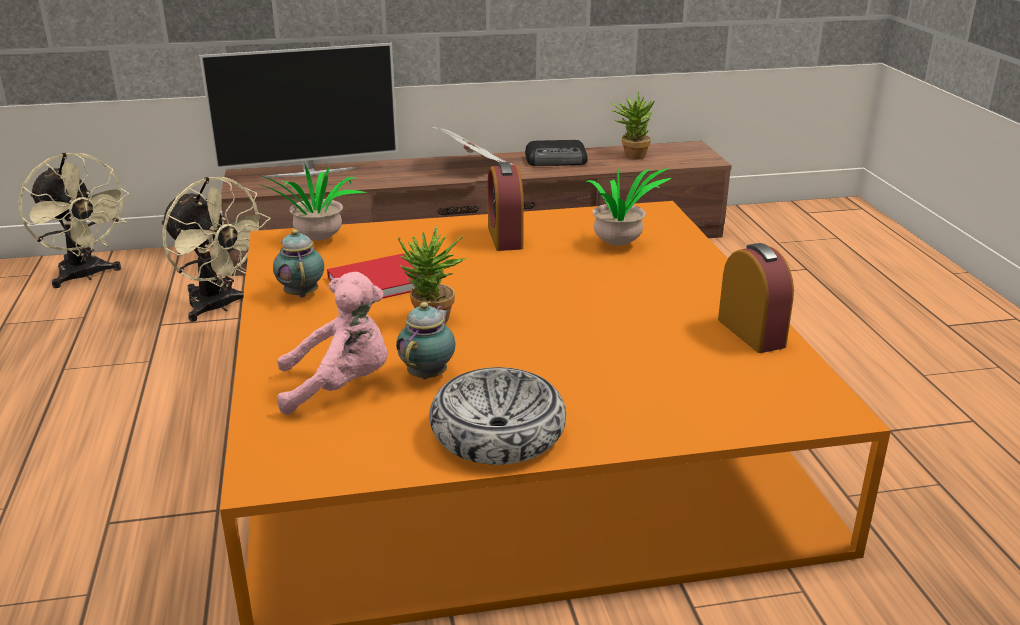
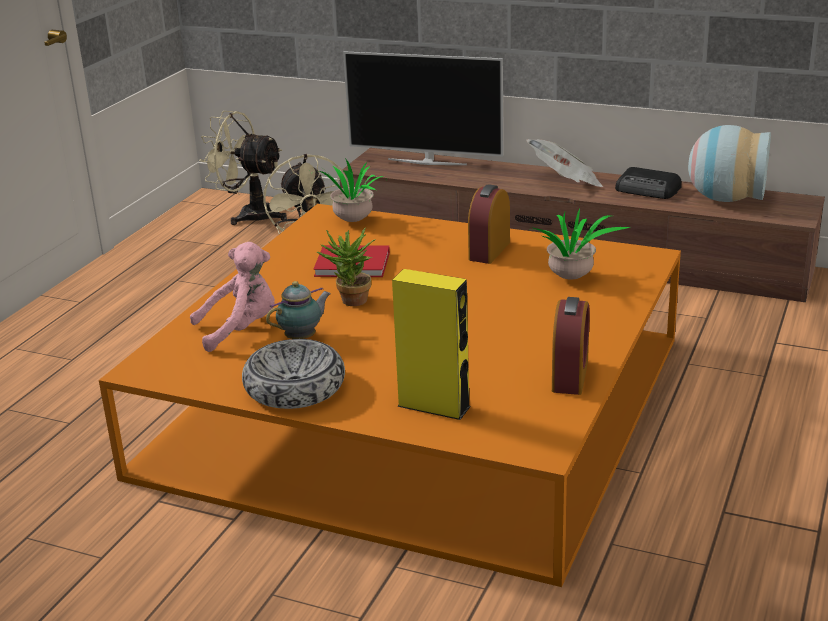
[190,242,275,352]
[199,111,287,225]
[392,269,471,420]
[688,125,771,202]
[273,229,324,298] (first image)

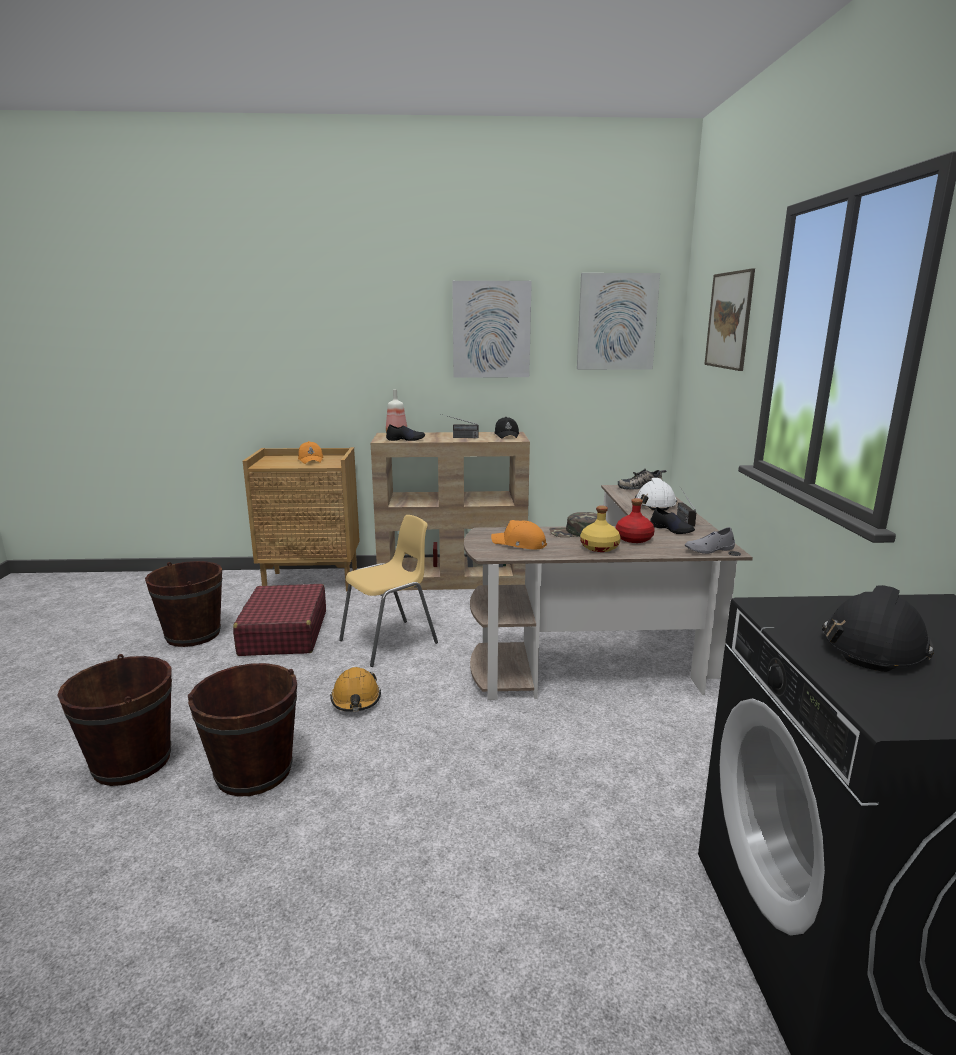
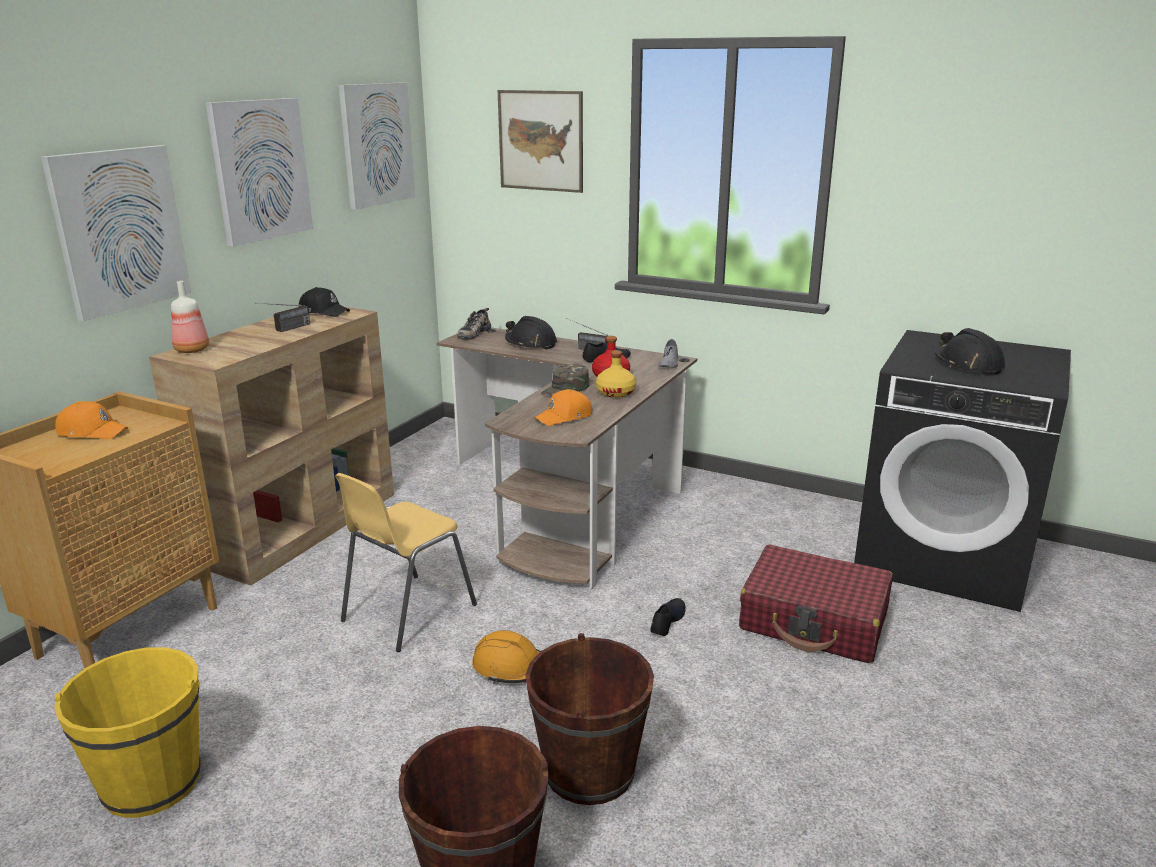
[41,145,191,321]
[54,647,201,818]
[335,473,477,652]
[505,316,557,350]
[650,598,686,636]
[739,544,893,663]

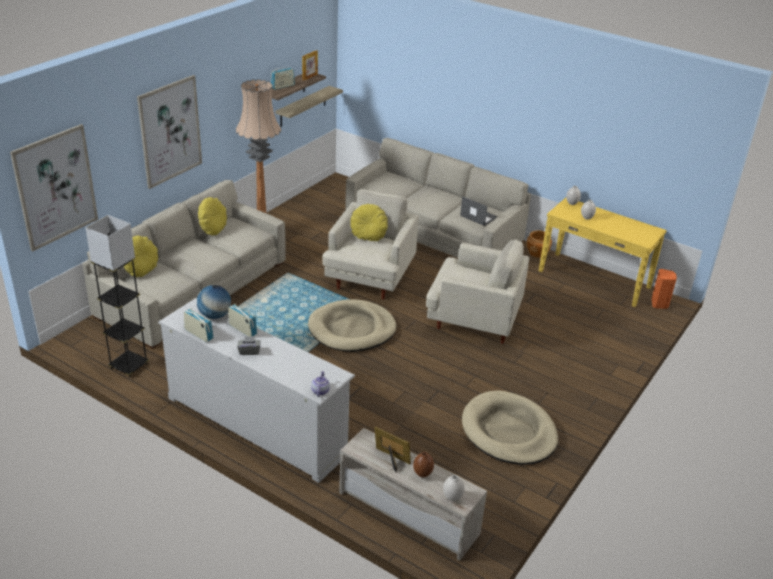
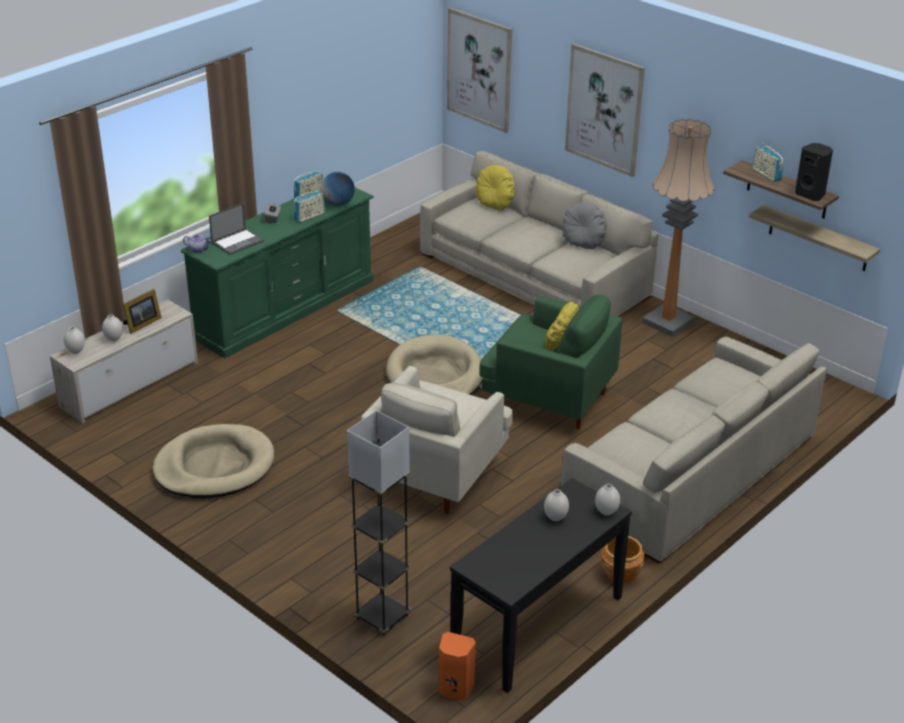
[102,314,123,341]
[181,188,374,358]
[209,203,264,255]
[347,411,411,636]
[450,478,632,693]
[480,294,623,429]
[562,202,606,249]
[795,143,833,201]

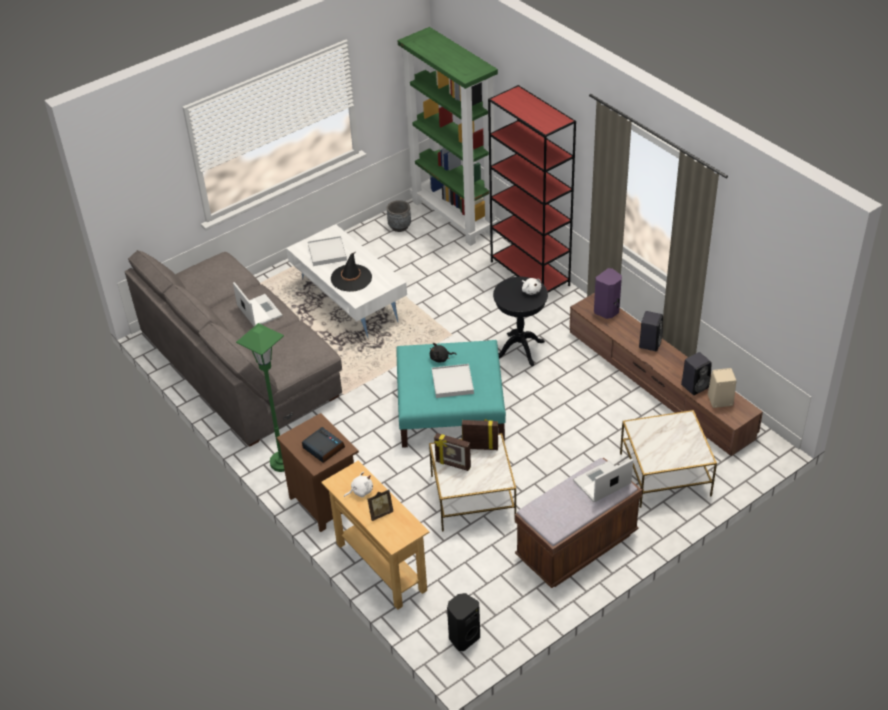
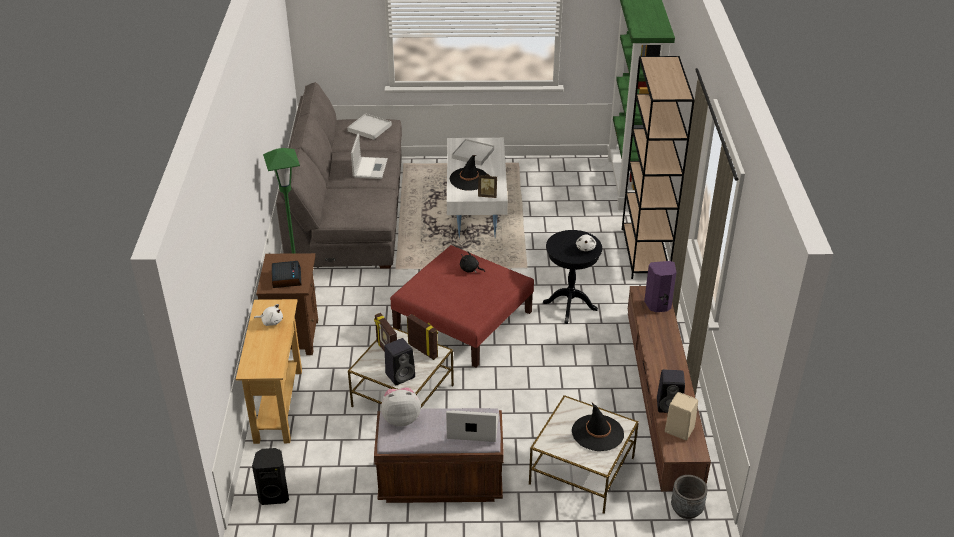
[347,113,392,140]
[381,387,421,426]
[384,338,415,385]
[390,245,534,368]
[478,174,497,198]
[572,403,624,451]
[622,56,694,279]
[671,475,708,519]

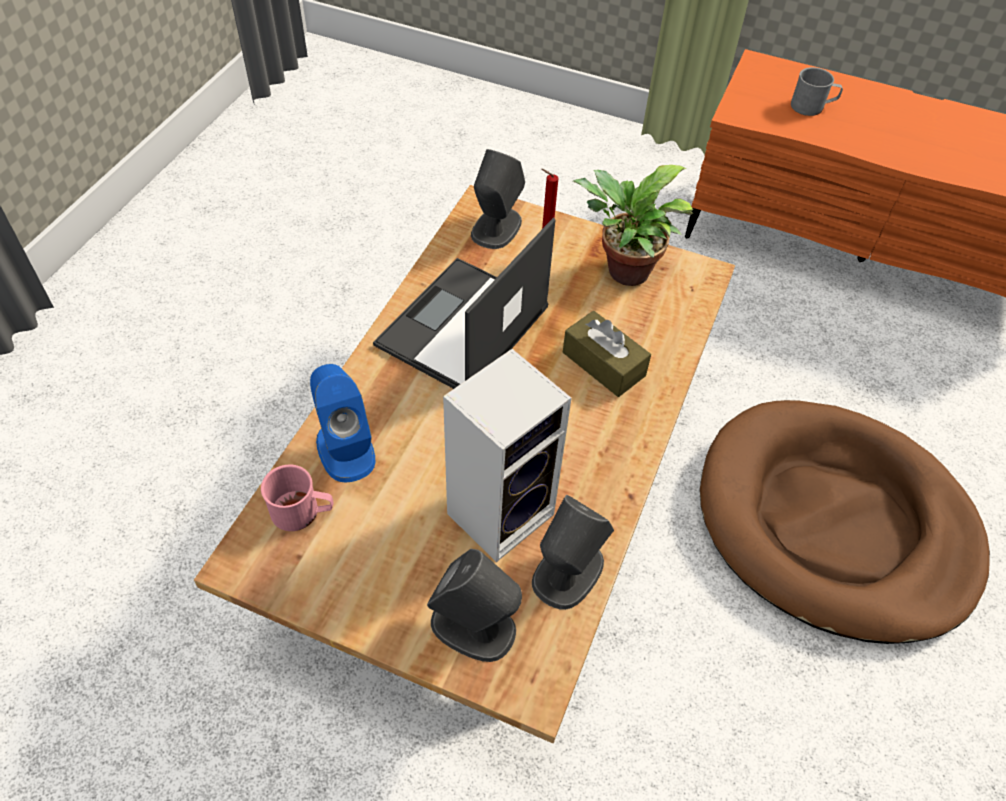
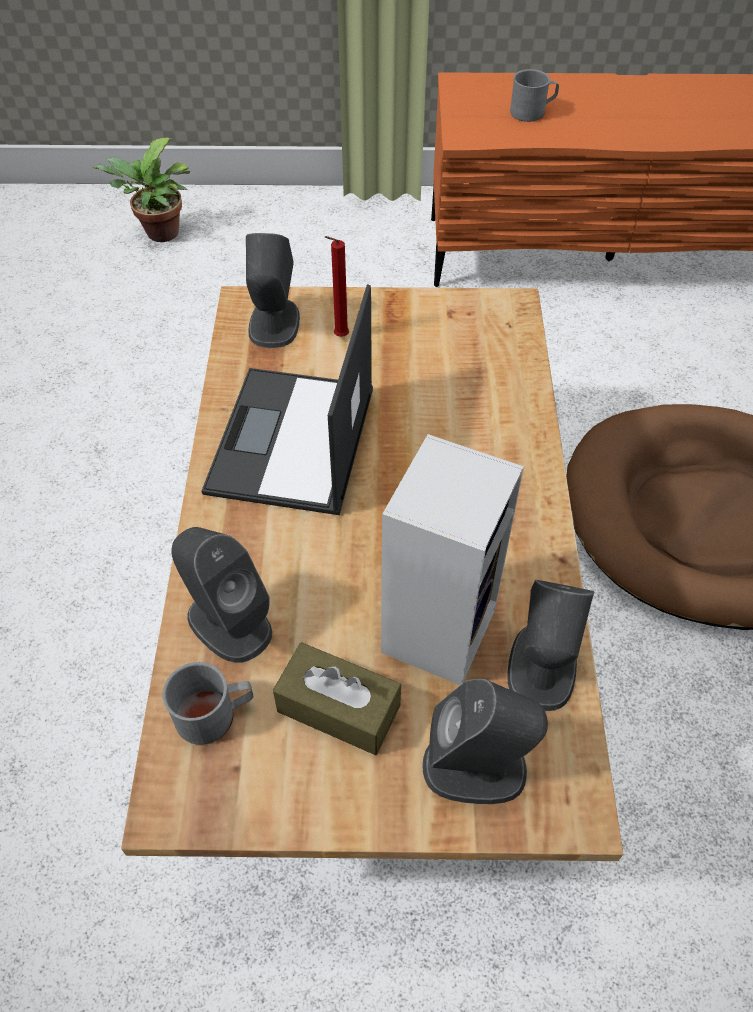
[92,137,191,242]
[162,662,253,745]
[171,527,273,663]
[273,642,401,755]

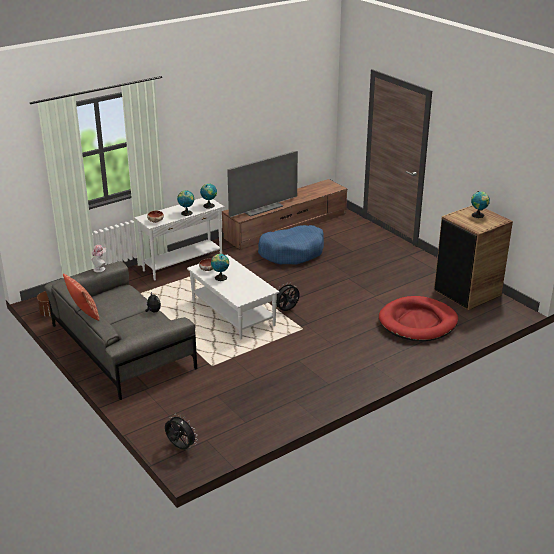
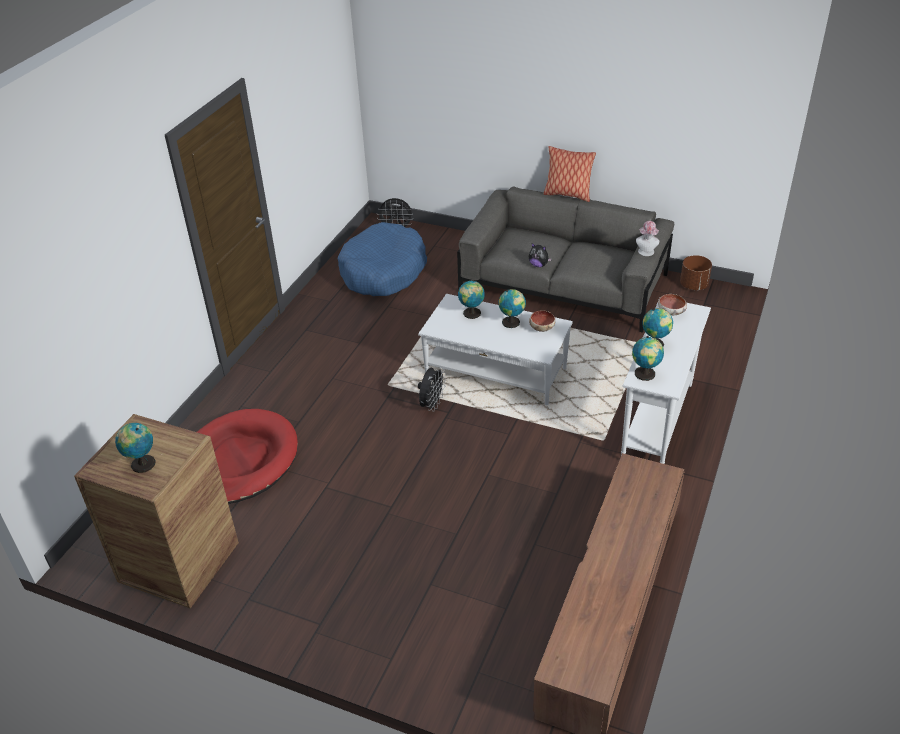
[338,222,427,296]
[458,280,485,319]
[227,151,298,217] (first image)

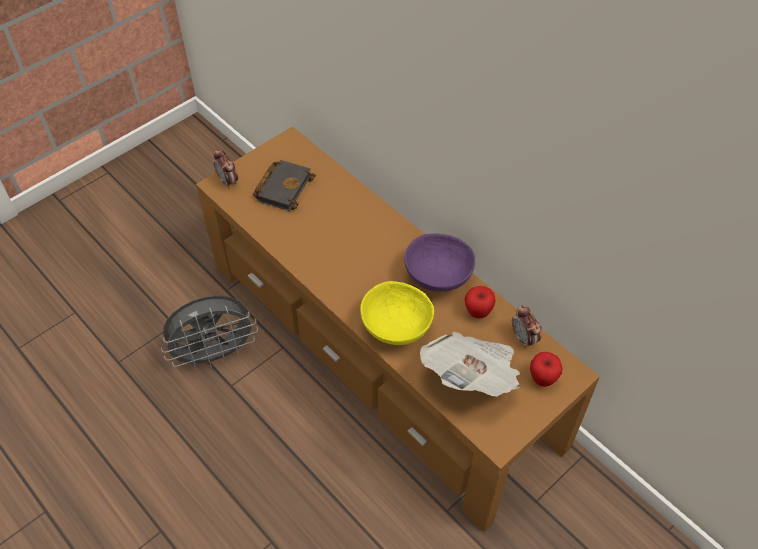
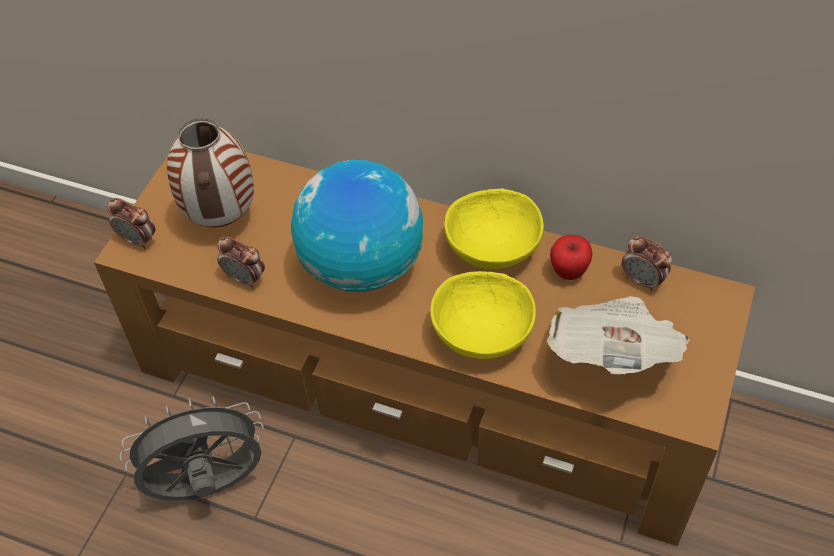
[119,396,264,501]
[167,118,254,227]
[217,236,265,289]
[291,160,423,292]
[444,188,544,269]
[530,352,562,387] (first image)

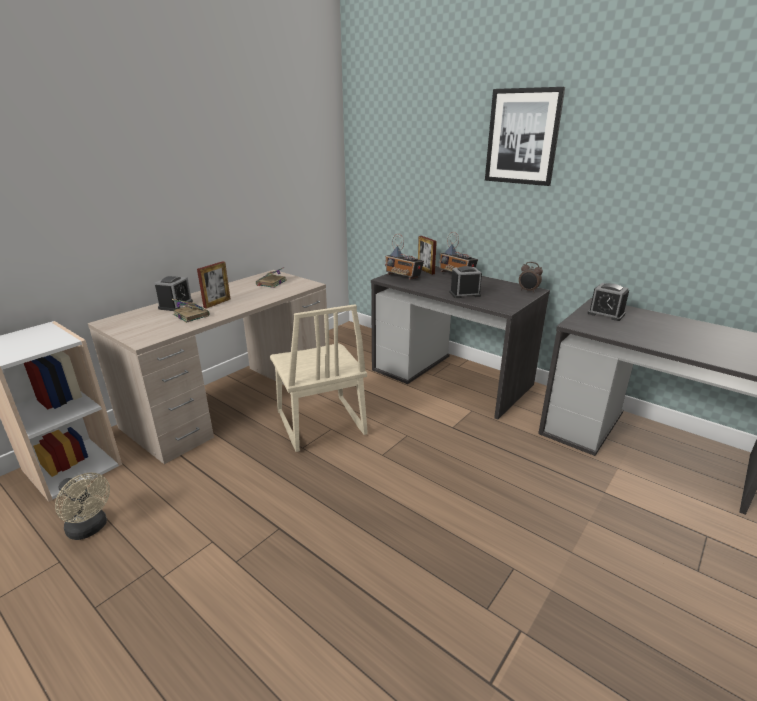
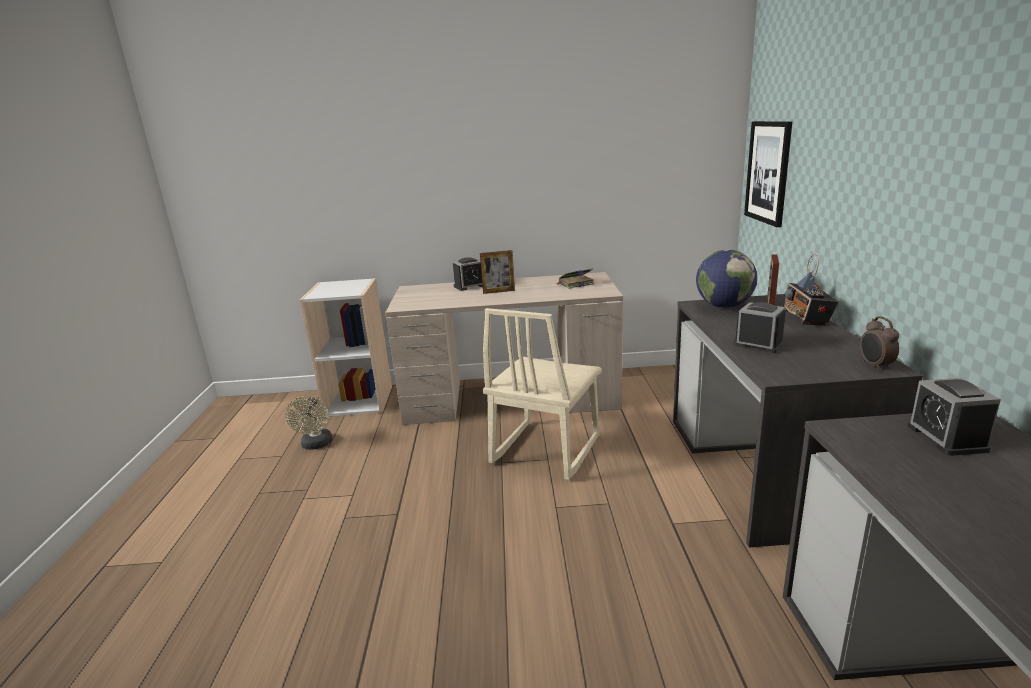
[696,249,757,308]
[744,121,792,227]
[172,299,210,323] (first image)

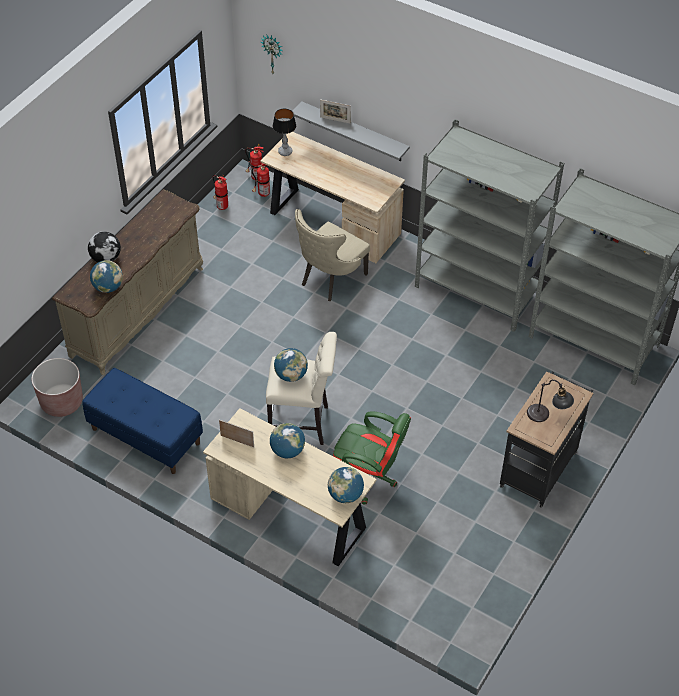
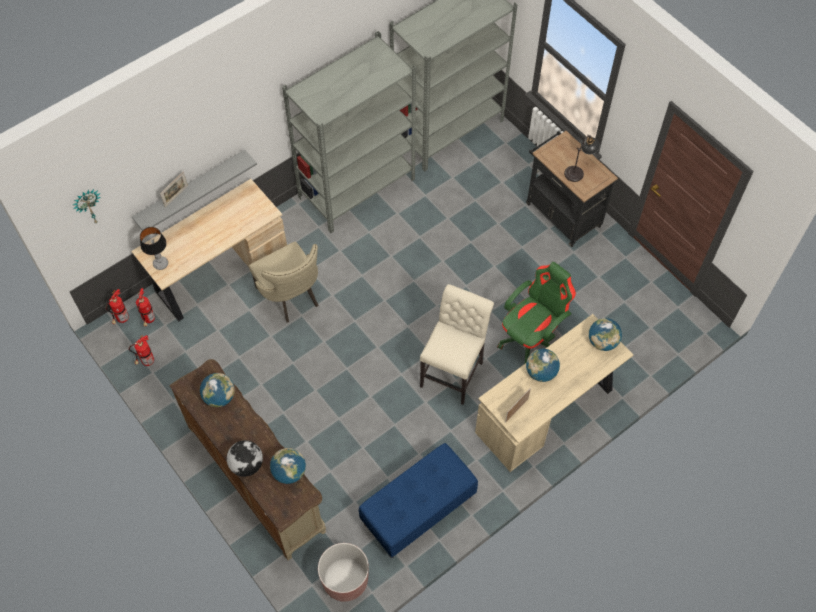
[200,373,235,407]

